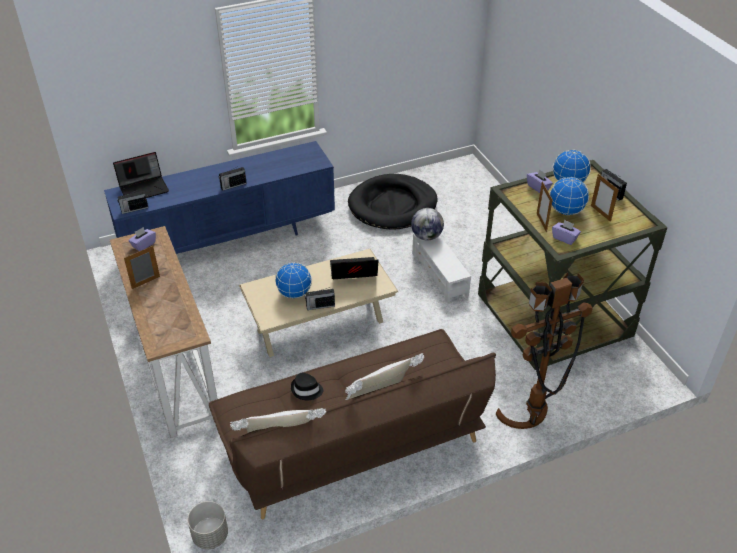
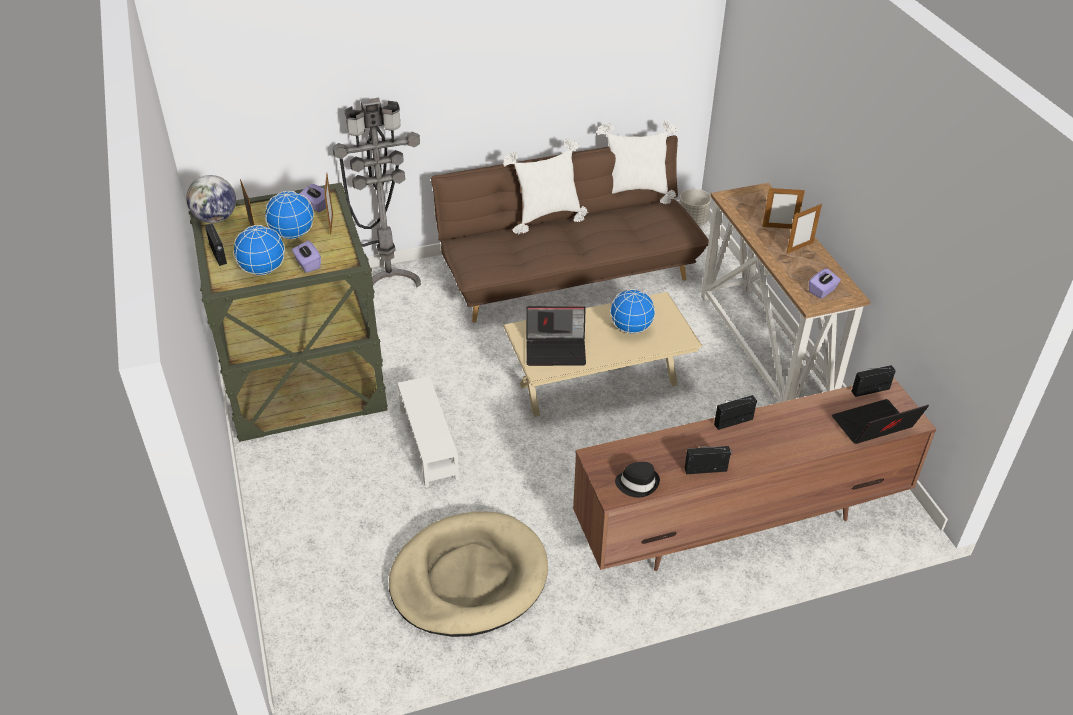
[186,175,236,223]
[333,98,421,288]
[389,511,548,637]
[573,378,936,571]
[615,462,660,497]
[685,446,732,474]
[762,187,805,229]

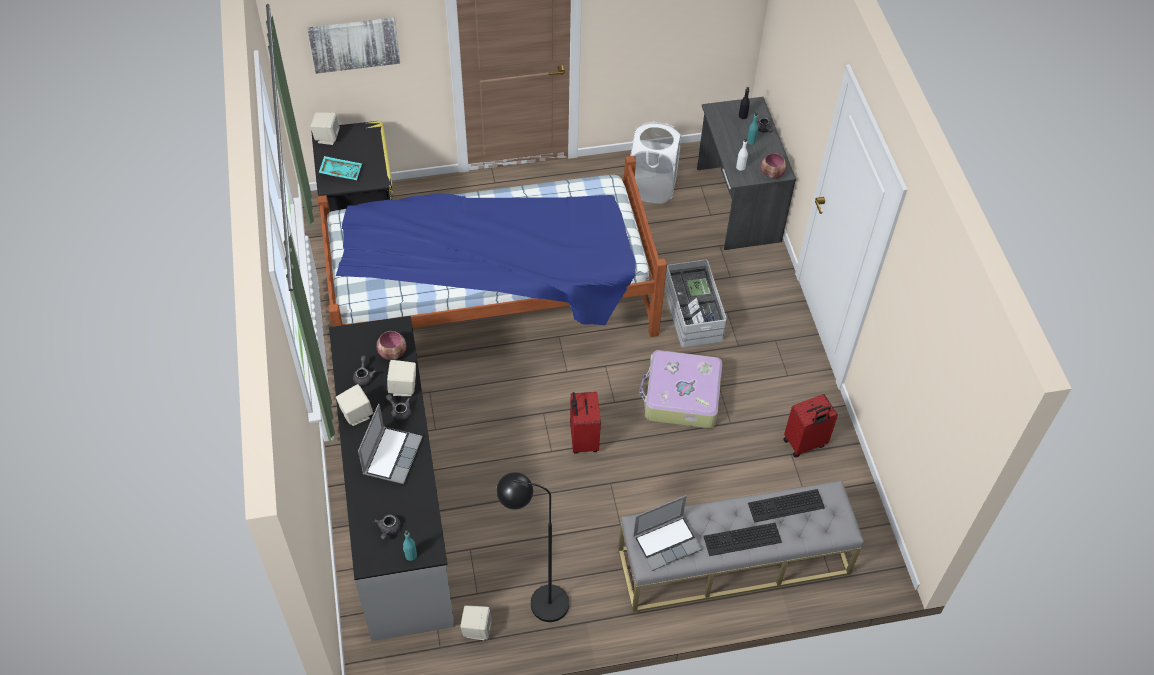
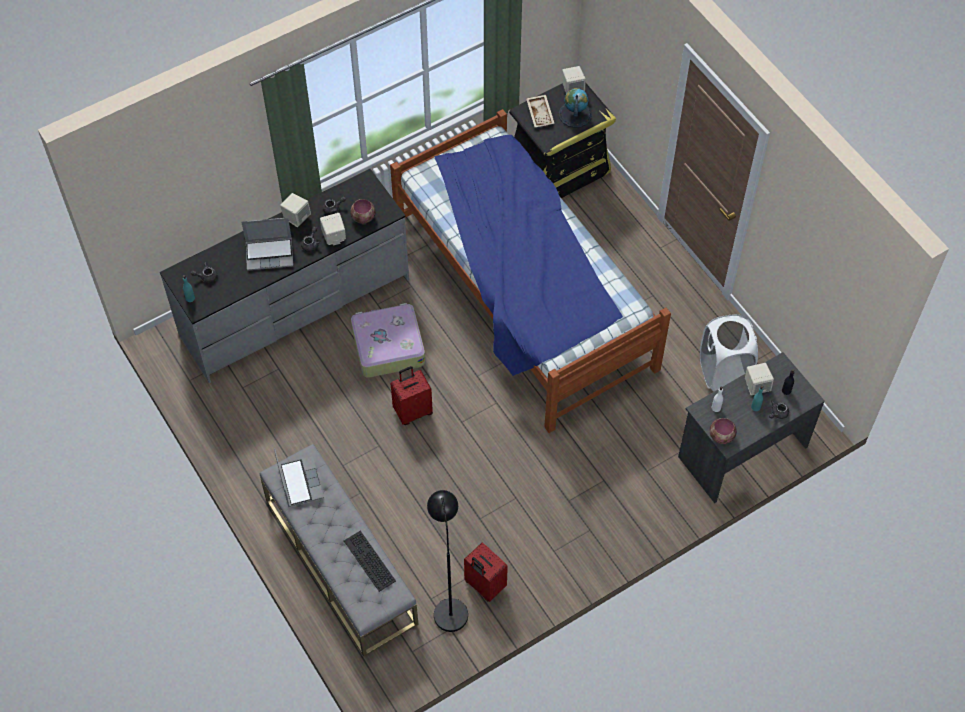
[274,448,324,507]
[351,303,425,378]
[427,490,468,632]
[526,95,555,127]
[559,88,592,128]
[745,363,774,395]
[307,17,400,74] (first image)
[664,259,727,348] (first image)
[703,523,782,556] (first image)

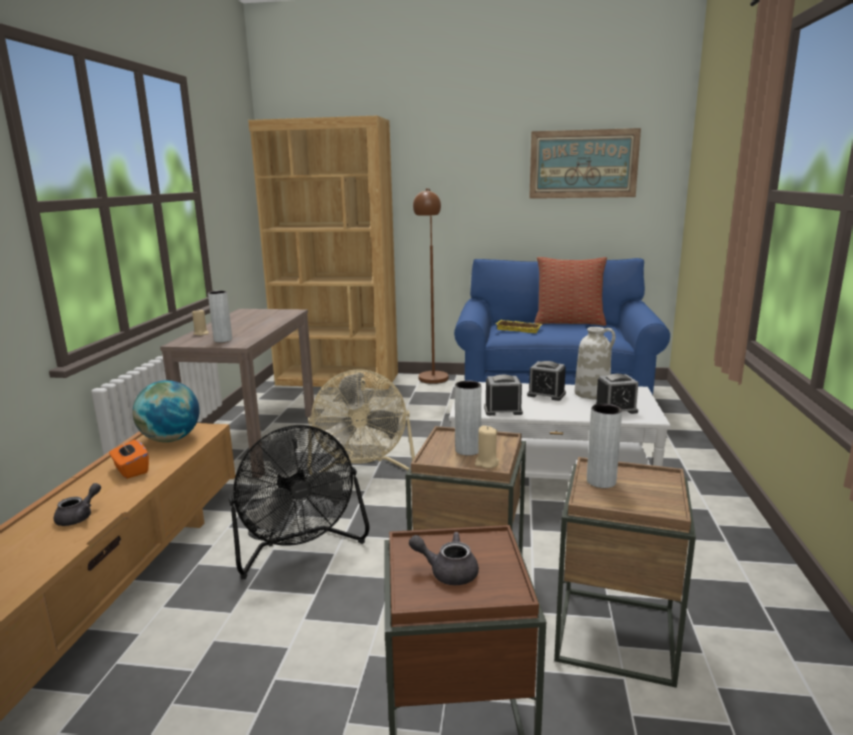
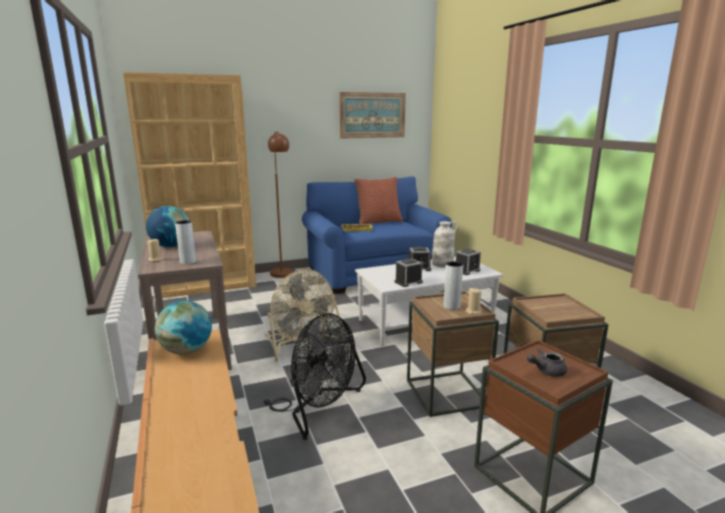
[146,206,190,247]
[54,483,101,526] (first image)
[109,438,149,479] (first image)
[587,404,622,488] (first image)

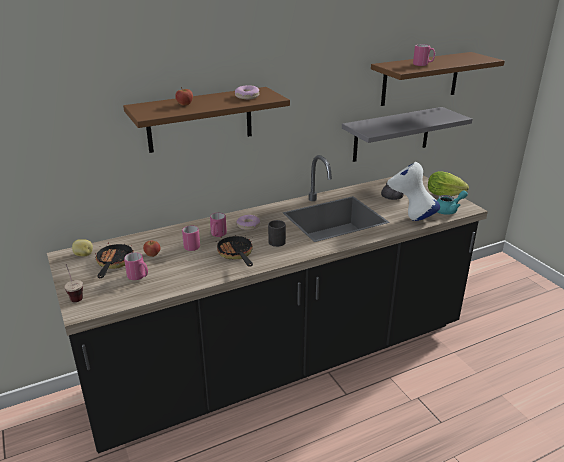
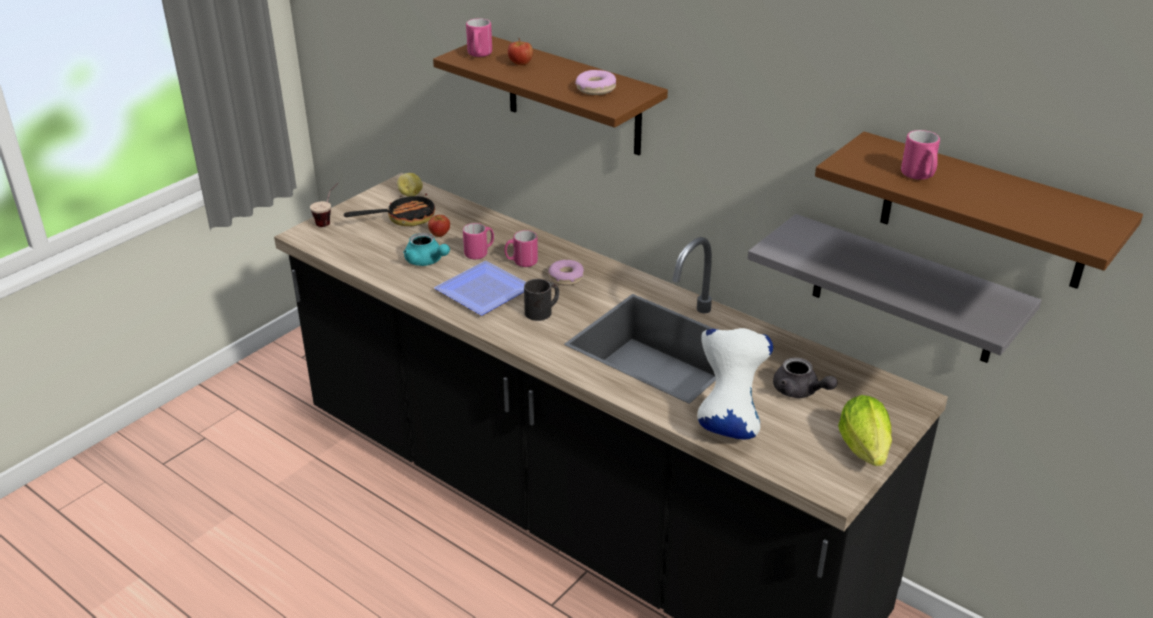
[403,233,450,266]
[434,261,526,315]
[466,18,492,57]

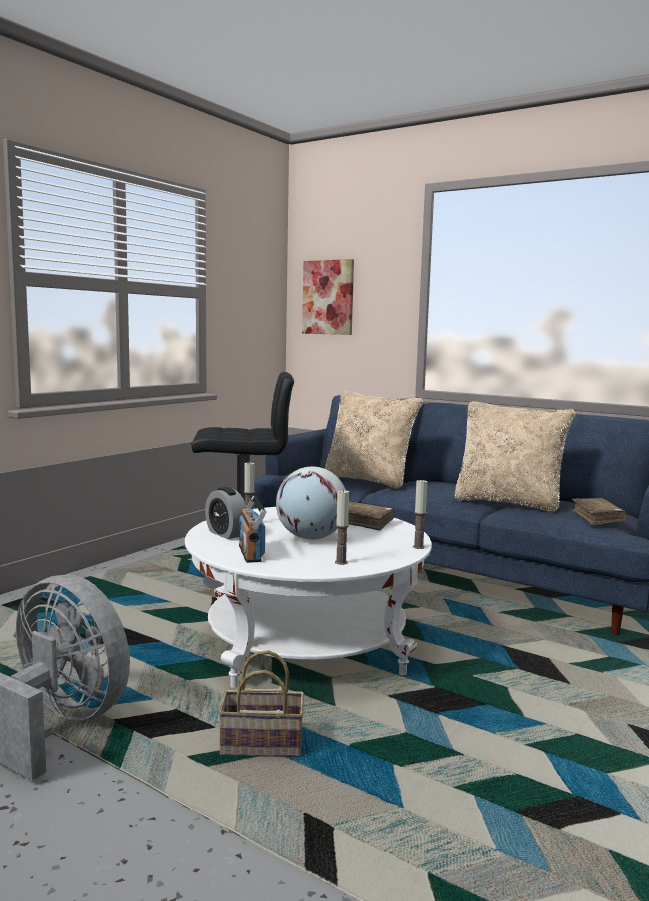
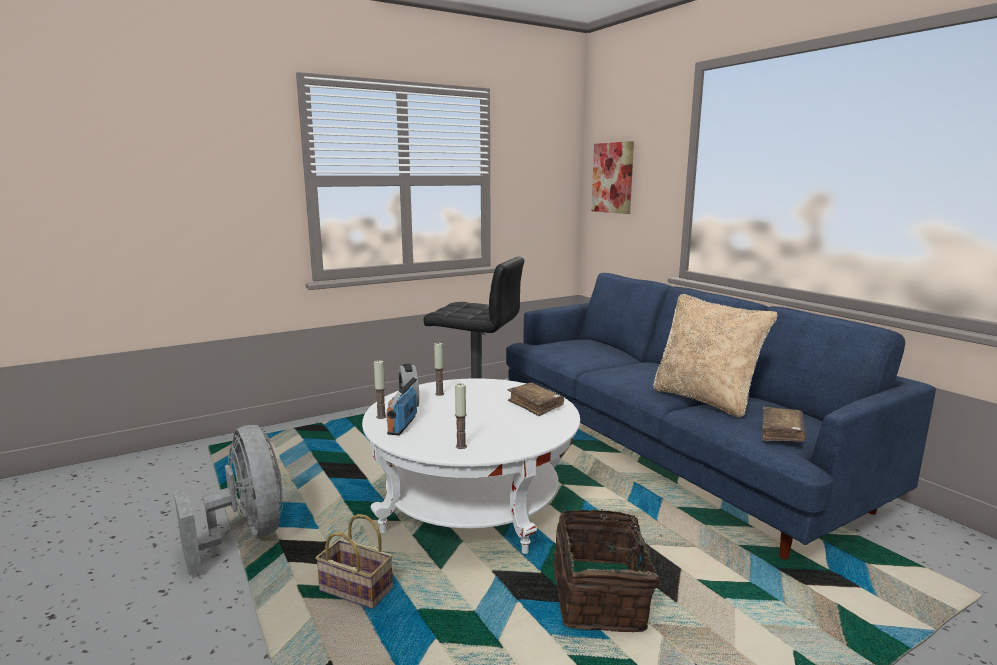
[374,360,387,419]
[553,509,662,632]
[276,466,346,540] (first image)
[325,391,423,488] (first image)

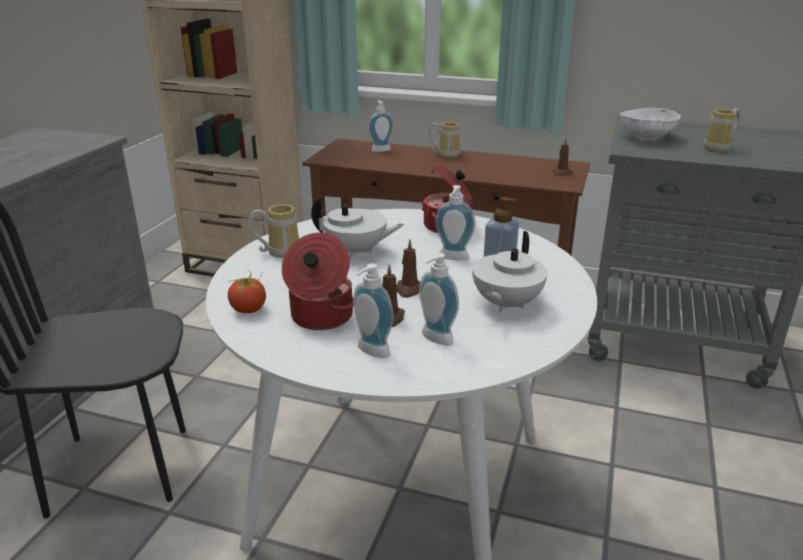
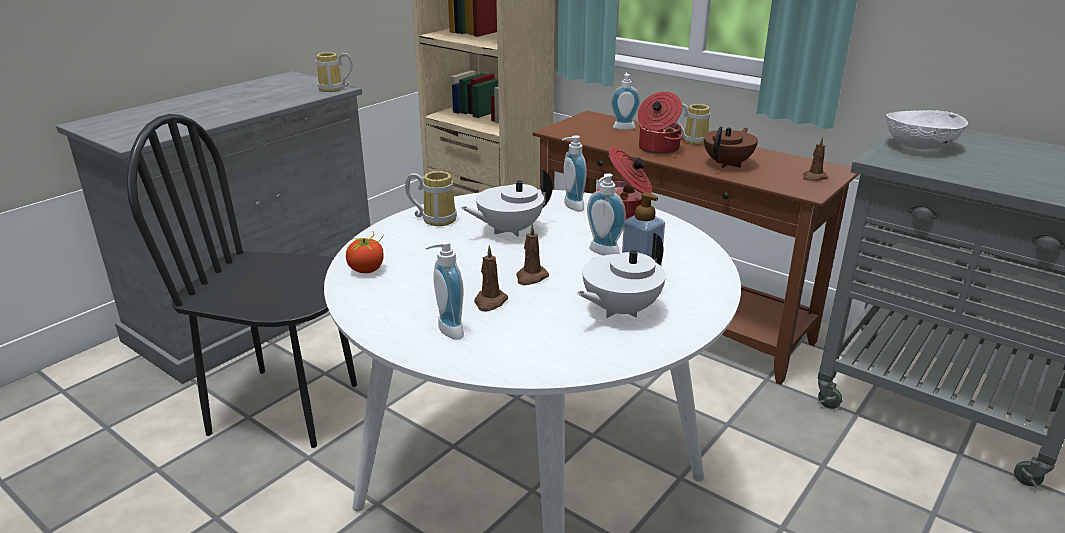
[316,52,353,92]
[461,169,553,237]
[562,135,587,211]
[637,92,682,155]
[704,126,758,168]

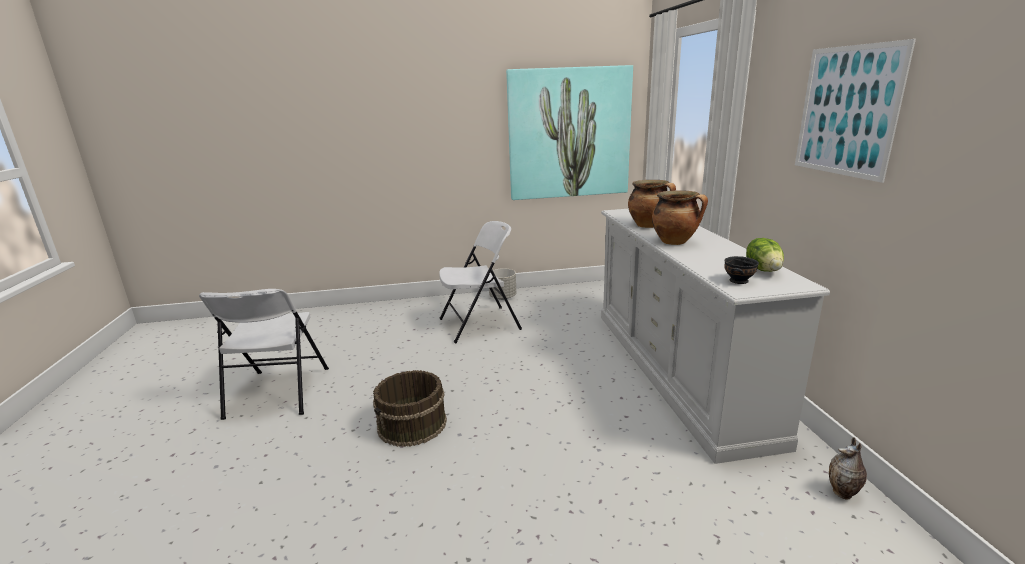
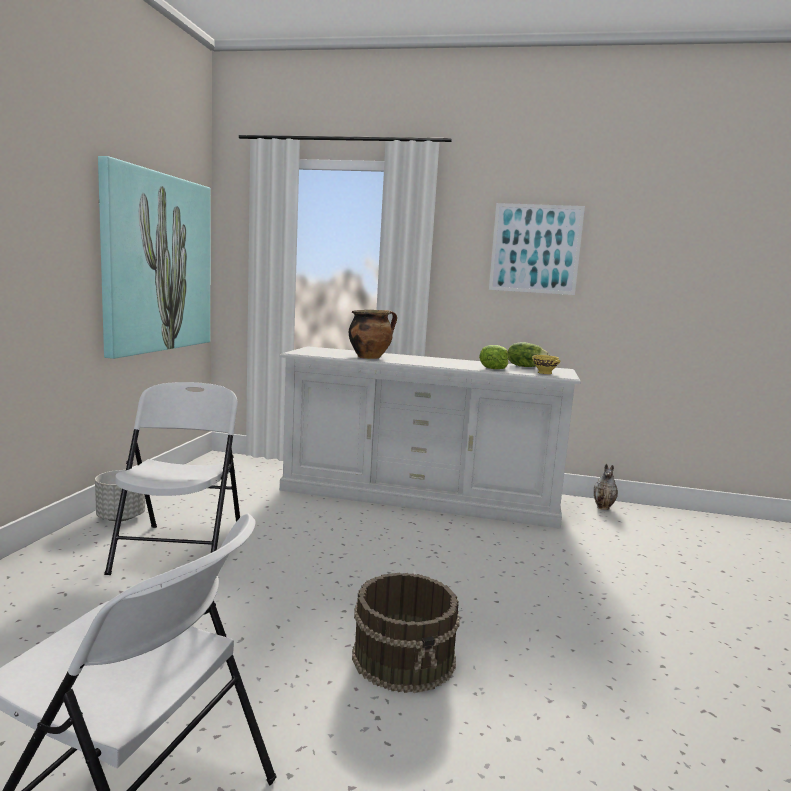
[479,345,509,369]
[532,355,560,374]
[652,190,708,245] (first image)

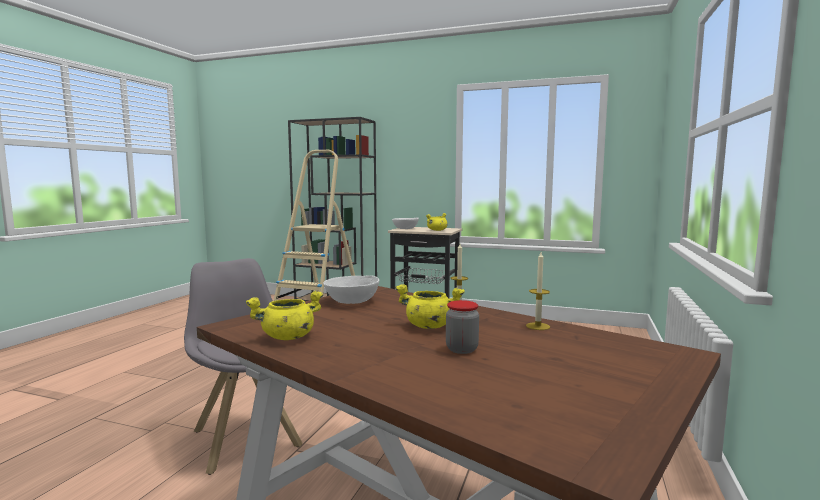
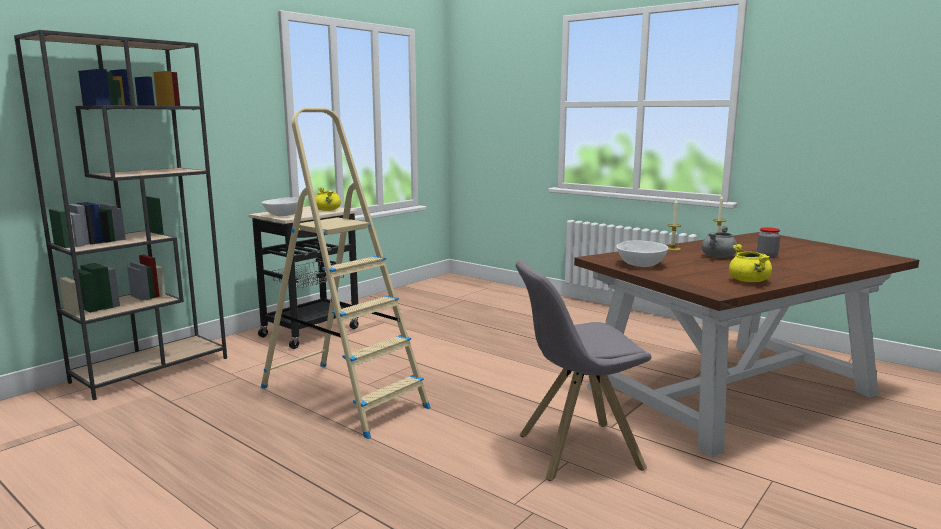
[701,226,737,258]

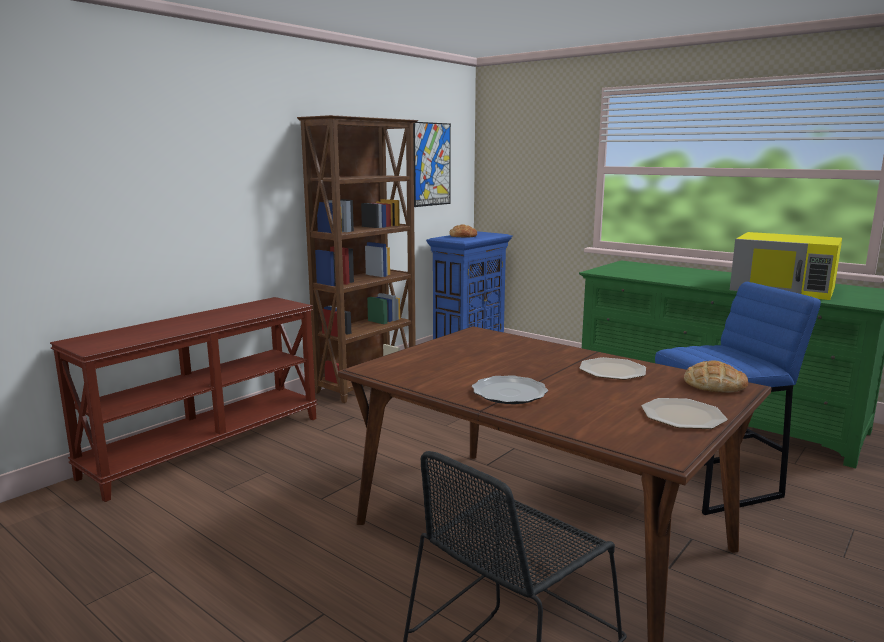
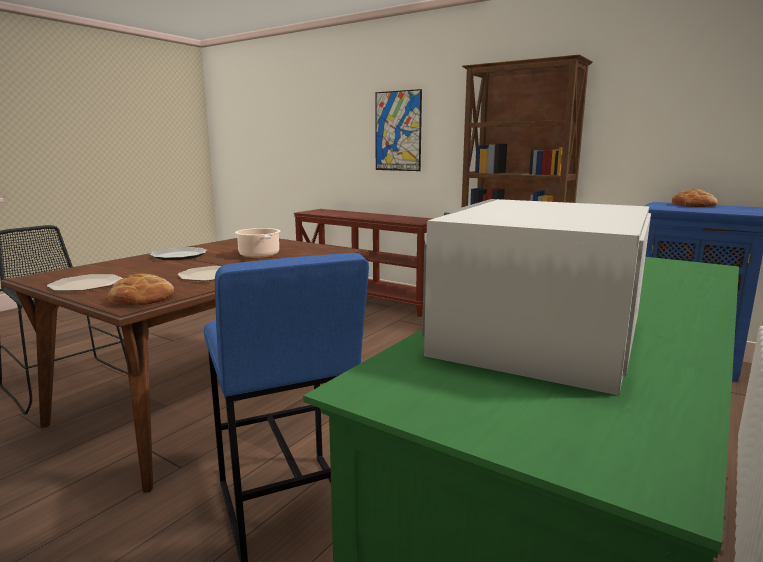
[235,228,280,258]
[375,89,422,171]
[422,199,651,395]

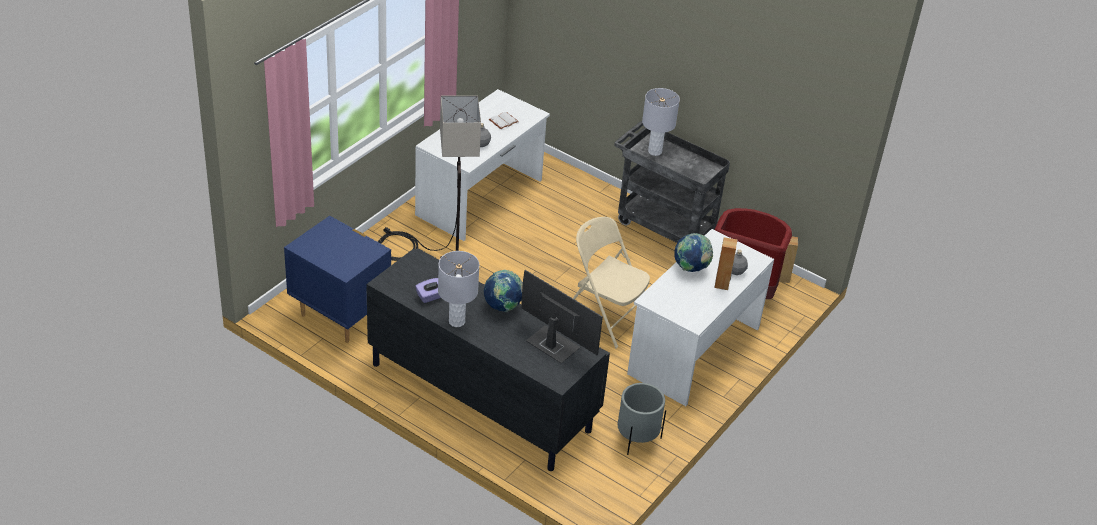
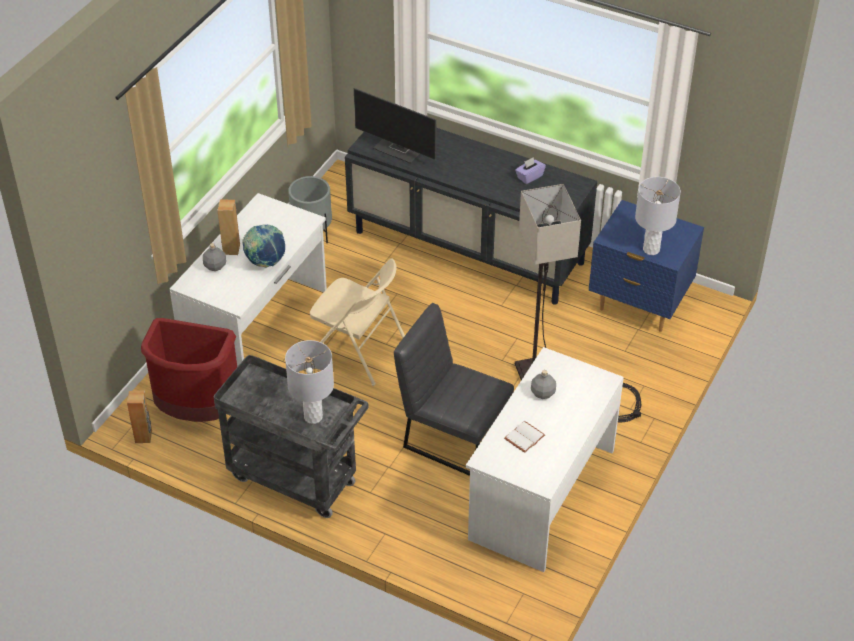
[394,303,514,476]
[635,177,681,255]
[484,270,523,312] (first image)

